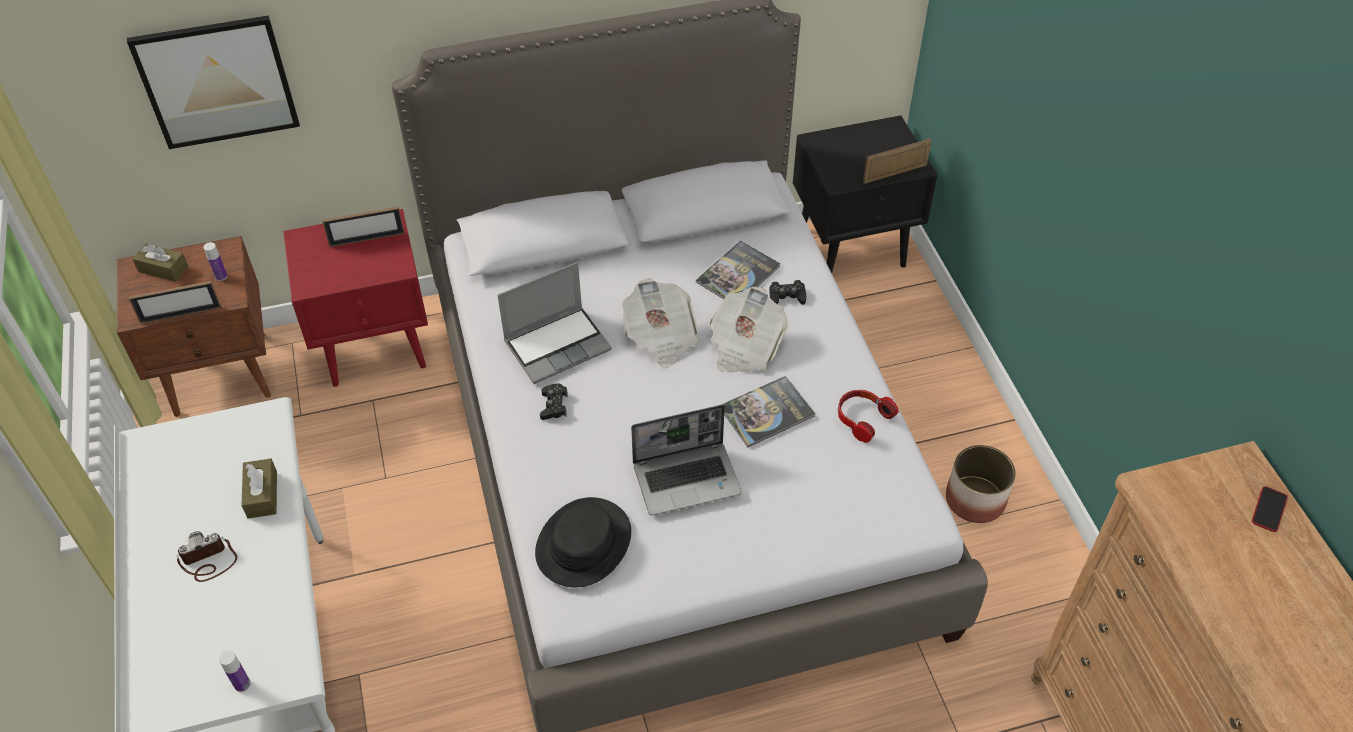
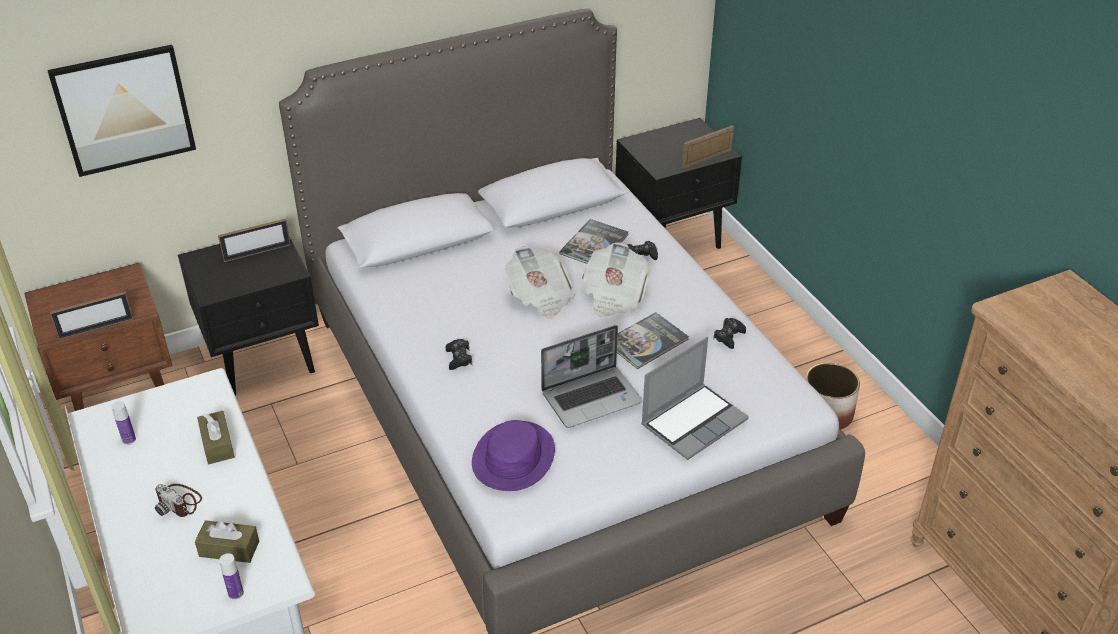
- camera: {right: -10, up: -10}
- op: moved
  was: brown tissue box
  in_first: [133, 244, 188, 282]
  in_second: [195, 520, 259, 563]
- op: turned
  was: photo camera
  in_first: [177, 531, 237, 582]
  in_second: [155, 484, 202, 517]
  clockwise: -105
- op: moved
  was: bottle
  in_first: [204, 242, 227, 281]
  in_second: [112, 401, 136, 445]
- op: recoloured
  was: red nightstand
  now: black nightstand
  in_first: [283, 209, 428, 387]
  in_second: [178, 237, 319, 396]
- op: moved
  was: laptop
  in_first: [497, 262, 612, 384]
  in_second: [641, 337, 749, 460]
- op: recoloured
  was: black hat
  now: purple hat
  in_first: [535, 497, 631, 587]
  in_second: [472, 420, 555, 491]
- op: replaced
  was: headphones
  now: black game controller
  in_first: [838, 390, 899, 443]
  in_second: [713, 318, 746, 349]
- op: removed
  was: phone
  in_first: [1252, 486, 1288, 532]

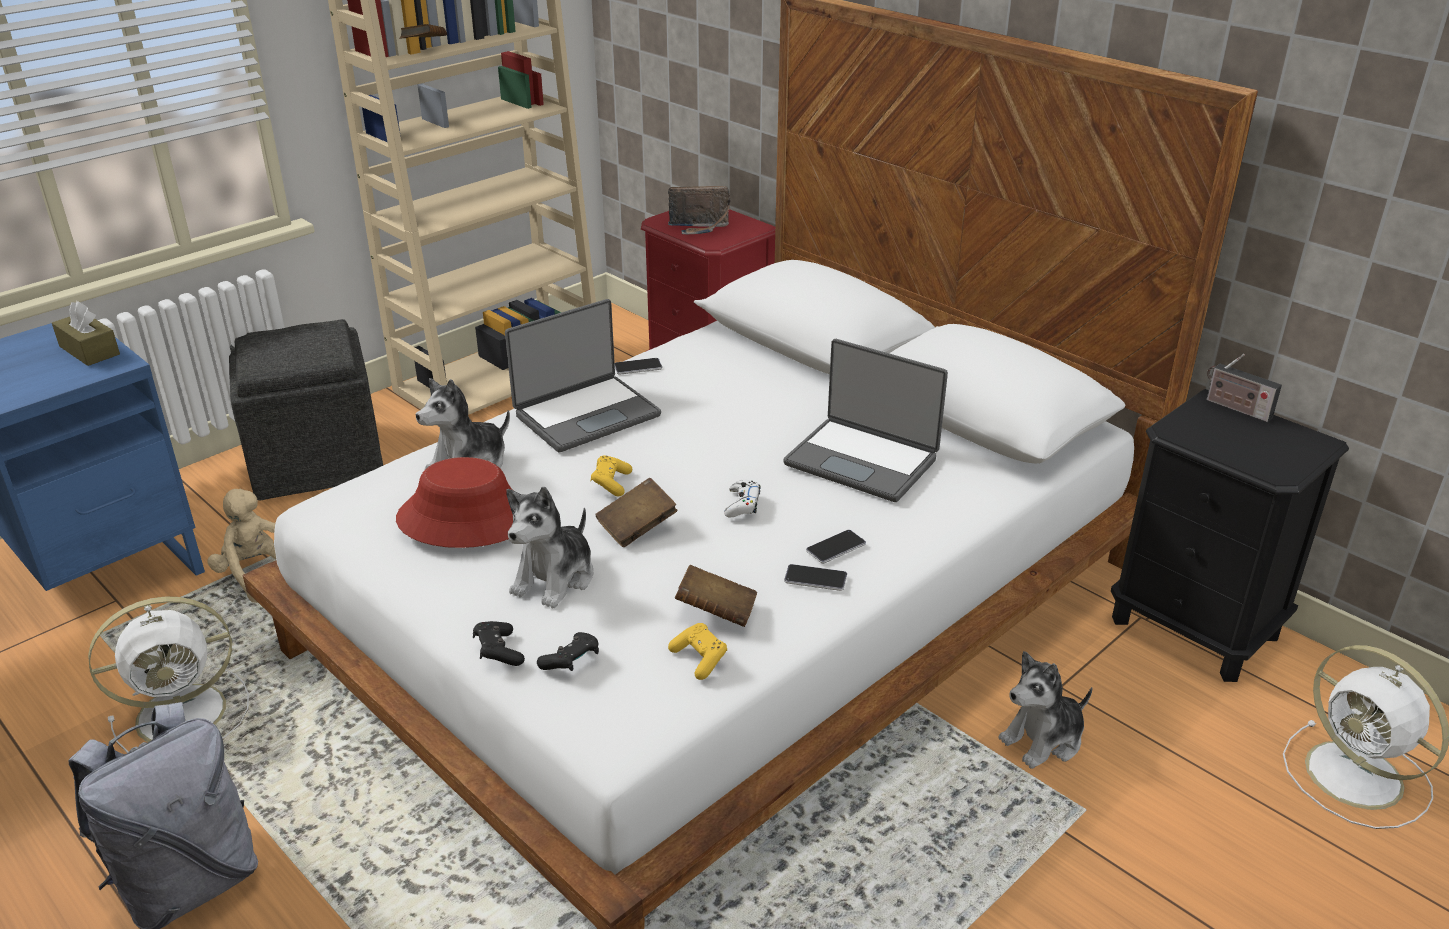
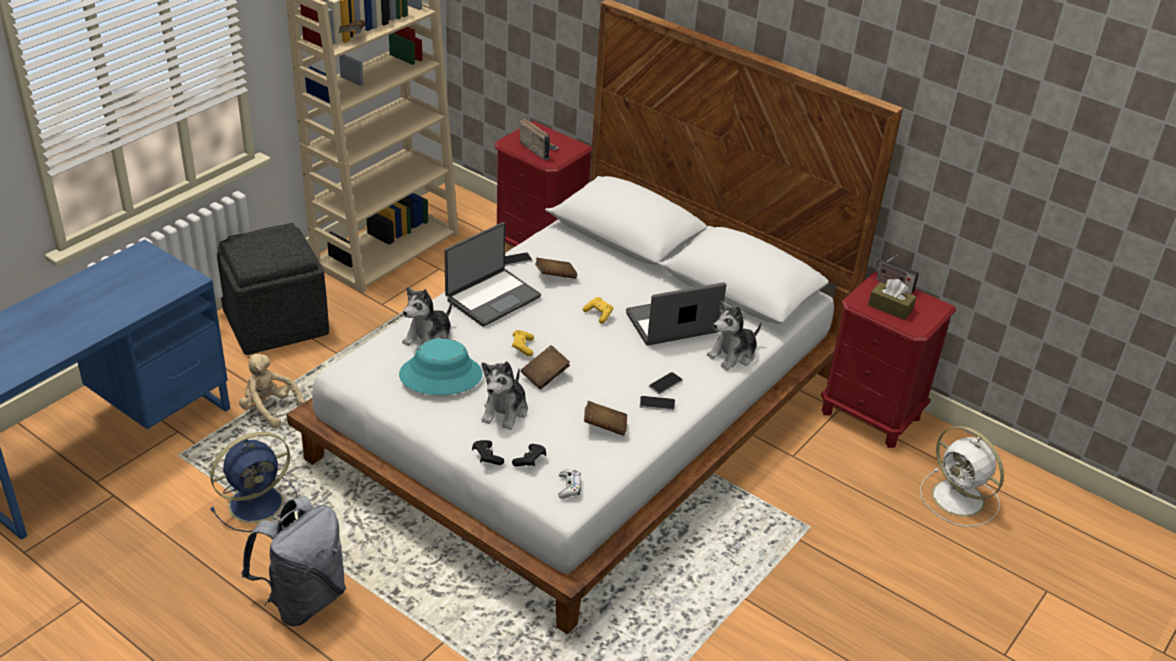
- camera: {right: -10, up: 5}
- op: moved
  was: brown tissue box
  in_first: [52, 301, 120, 366]
  in_second: [868, 279, 916, 320]
- op: recoloured
  was: white fan
  now: blue fan
  in_first: [88, 597, 249, 753]
  in_second: [210, 432, 298, 532]
- op: recoloured
  was: red hat
  now: turquoise hat
  in_first: [396, 457, 514, 548]
  in_second: [399, 338, 483, 395]
- op: turned
  was: radio
  in_first: [668, 186, 731, 235]
  in_second: [520, 118, 559, 160]
  clockwise: -120
- op: moved
  was: yellow game controller
  in_first: [668, 623, 727, 680]
  in_second: [583, 297, 613, 324]
- op: moved
  was: white game controller
  in_first: [724, 479, 761, 517]
  in_second: [558, 469, 581, 499]
- op: turned
  was: laptop
  in_first: [783, 339, 948, 502]
  in_second: [626, 282, 726, 345]
  clockwise: 135
- op: moved
  was: plush toy
  in_first: [998, 651, 1093, 769]
  in_second: [707, 301, 761, 370]
- op: recoloured
  was: black nightstand
  now: red nightstand
  in_first: [1111, 389, 1349, 682]
  in_second: [821, 272, 956, 448]
- op: added
  now: brown book
  in_second: [535, 258, 577, 279]

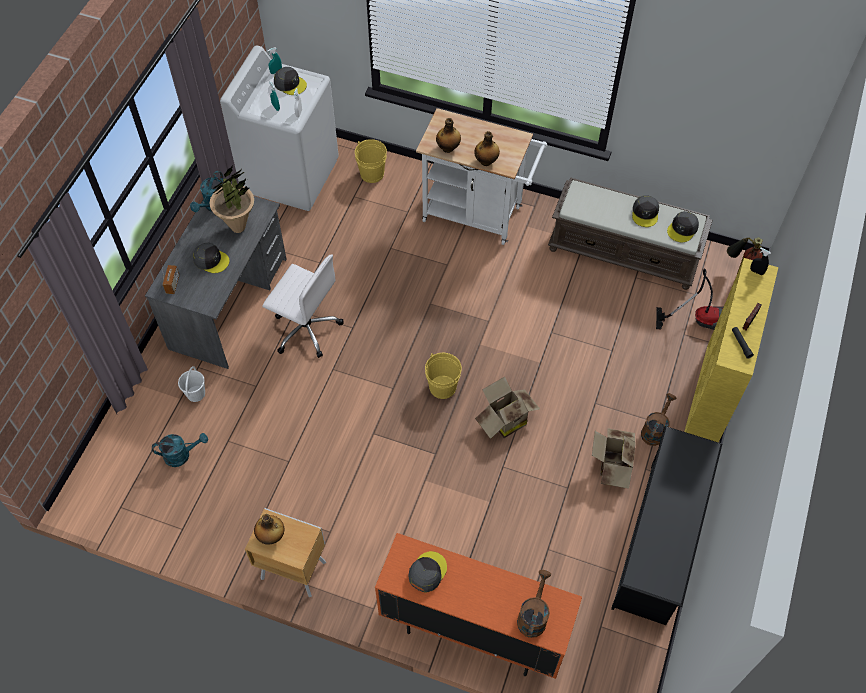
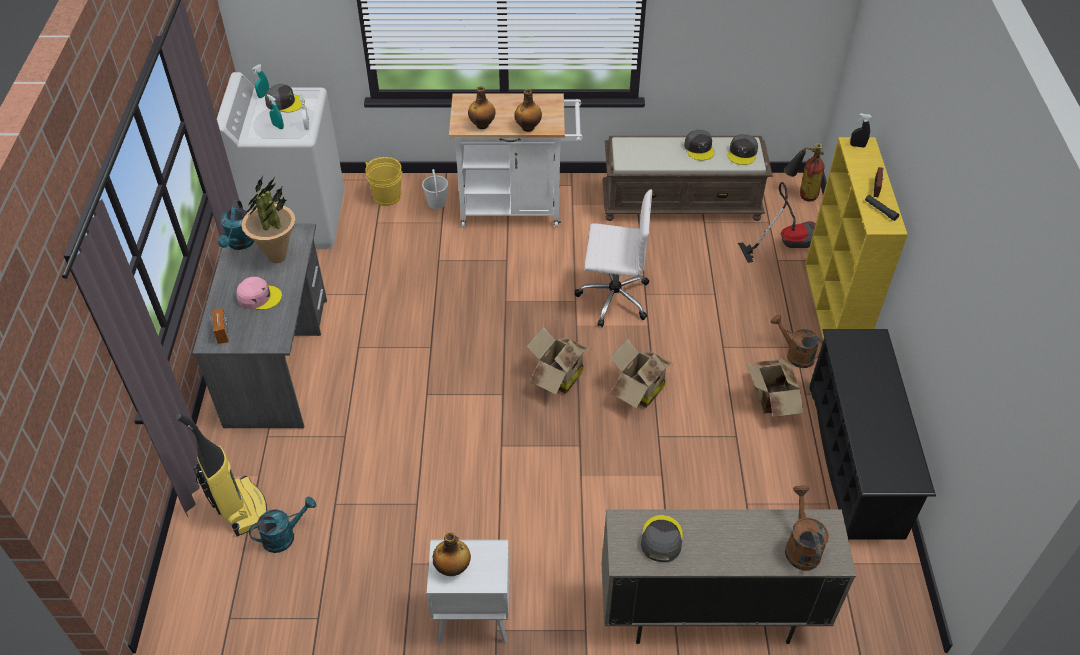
- camera: {right: -20, up: -10}
- op: moved
  was: white bucket
  in_first: [178, 366, 205, 402]
  in_second: [422, 169, 448, 209]
- op: recoloured
  was: grey cap
  now: pink cap
  in_first: [193, 243, 230, 273]
  in_second: [236, 277, 282, 310]
- op: recoloured
  was: brown nightstand
  now: white nightstand
  in_first: [245, 508, 326, 597]
  in_second: [427, 540, 509, 643]
- op: moved
  was: white office chair
  in_first: [263, 255, 344, 358]
  in_second: [575, 189, 652, 327]
- op: recoloured
  was: orange cabinet
  now: beige cabinet
  in_first: [375, 533, 582, 679]
  in_second: [601, 509, 856, 644]
- op: replaced
  was: yellow bucket
  now: cardboard box
  in_first: [425, 353, 462, 399]
  in_second: [527, 327, 591, 395]
- op: turned
  was: brown watering can
  in_first: [641, 393, 677, 446]
  in_second: [771, 315, 823, 368]
  clockwise: -60
- op: added
  now: vacuum cleaner
  in_second: [176, 413, 267, 536]

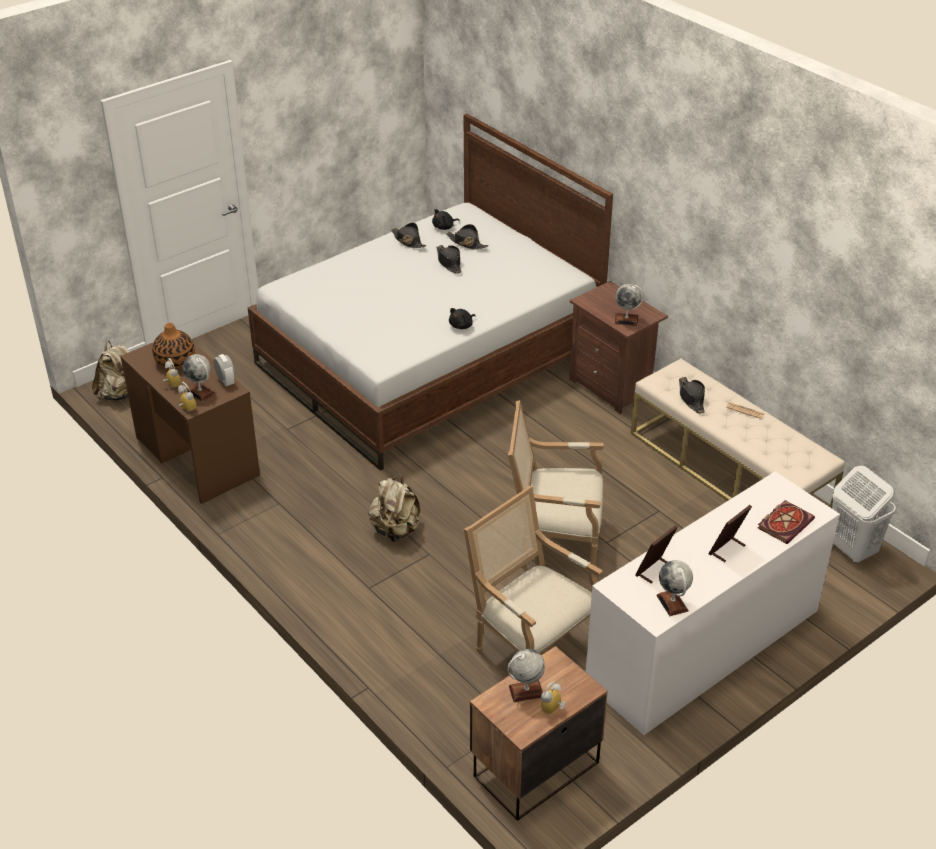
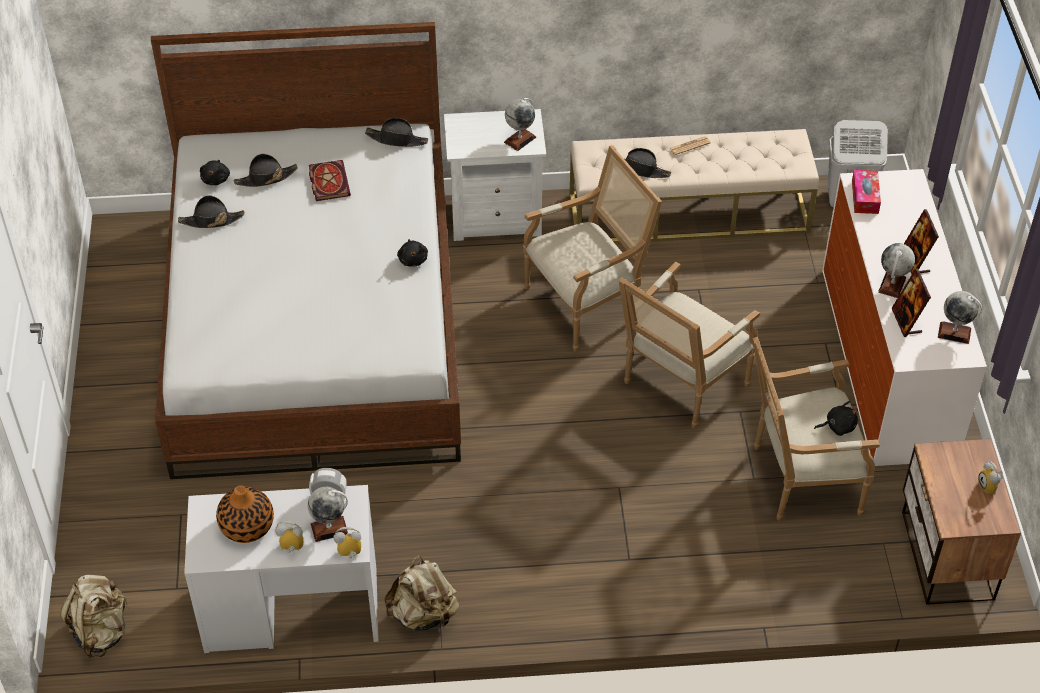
- camera: {right: -55, up: 10}
- op: recoloured
  was: brown desk
  now: white desk
  in_first: [120, 342, 260, 504]
  in_second: [184, 485, 379, 653]
- op: moved
  was: beige backpack
  in_first: [368, 475, 420, 542]
  in_second: [384, 555, 459, 631]
- op: moved
  was: black hat
  in_first: [436, 245, 462, 274]
  in_second: [365, 118, 428, 147]
- op: moved
  was: globe
  in_first: [507, 649, 545, 702]
  in_second: [878, 243, 915, 298]
- op: recoloured
  was: brown nightstand
  now: white nightstand
  in_first: [569, 281, 668, 414]
  in_second: [444, 109, 546, 241]
- op: moved
  was: book
  in_first: [758, 500, 815, 544]
  in_second: [309, 160, 351, 201]
- op: added
  now: armchair
  in_second: [523, 145, 662, 352]
- op: added
  now: black plush toy
  in_second: [814, 401, 858, 436]
- op: added
  now: tissue box
  in_second: [852, 170, 881, 214]

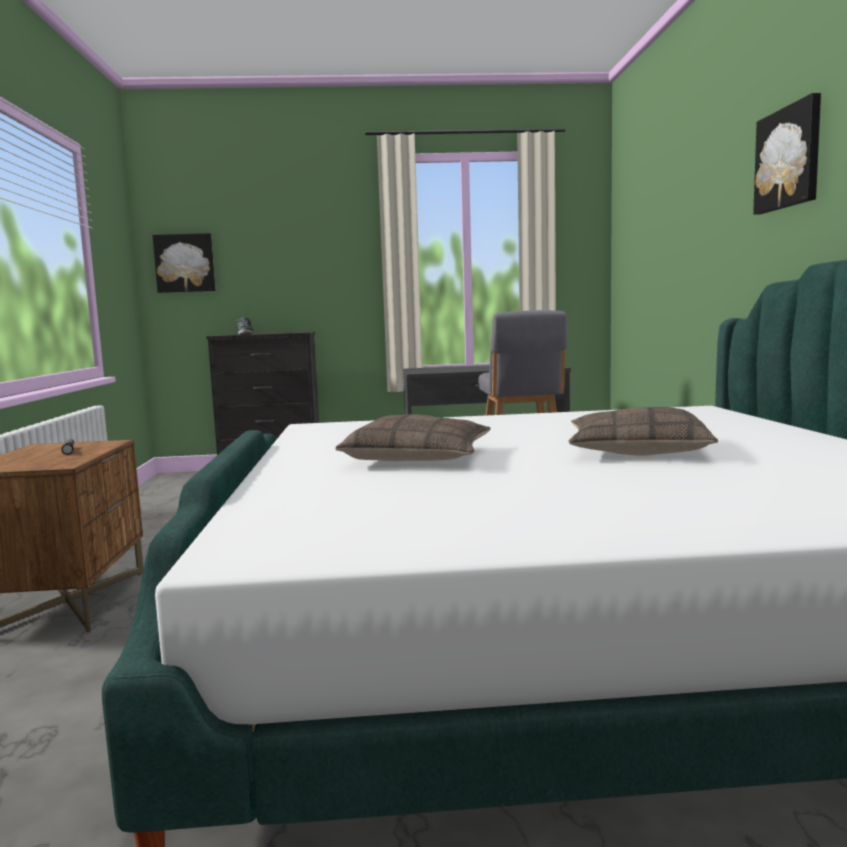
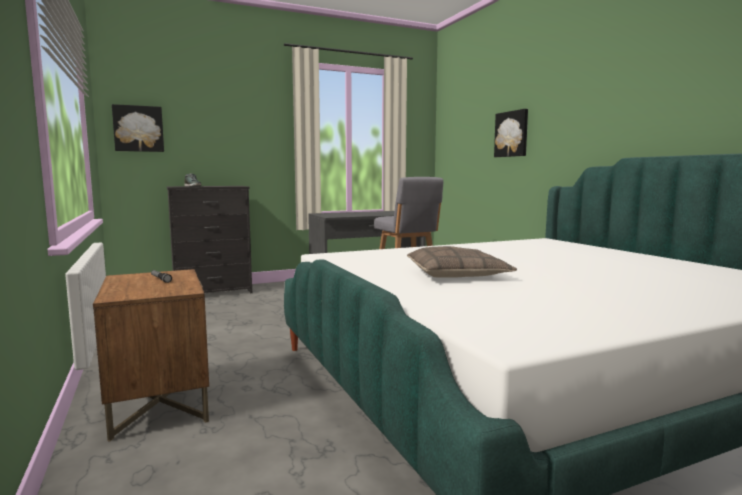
- camera: {right: -20, up: 0}
- op: removed
  was: pillow
  in_first: [569, 407, 718, 456]
- op: moved
  was: picture
  in_first: [753, 93, 821, 215]
  in_second: [494, 109, 528, 157]

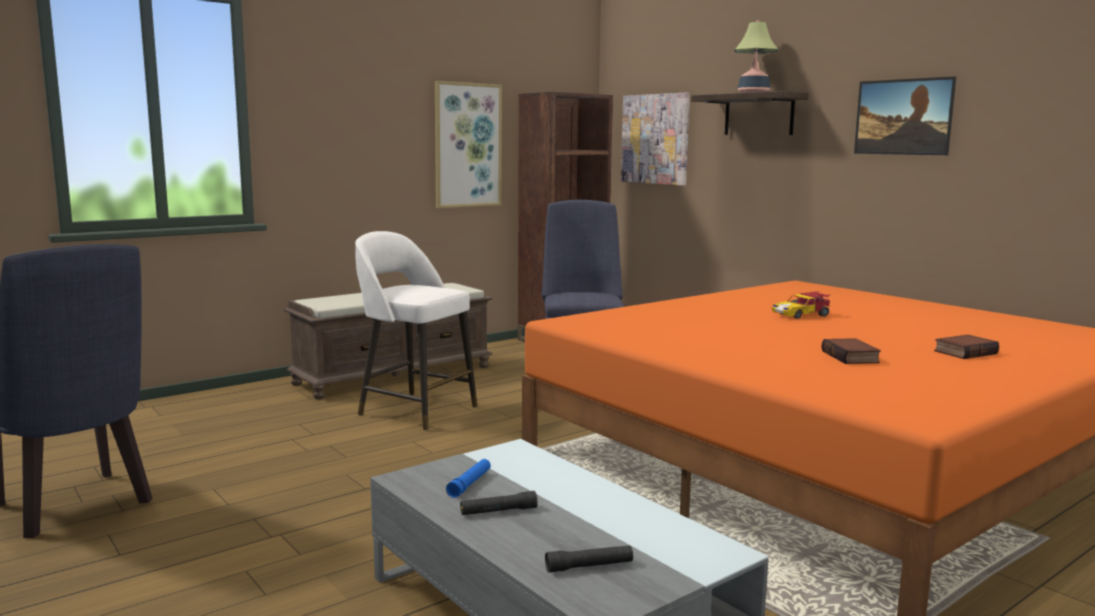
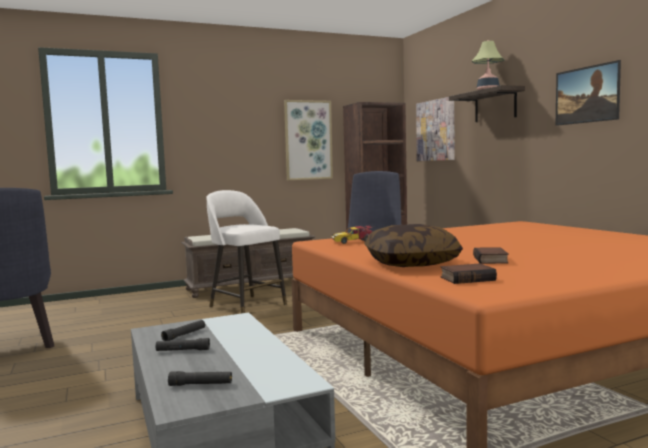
- camera: {right: 15, up: -5}
- op: recoloured
  was: blue flashlight
  now: black flashlight
  in_first: [446, 459, 491, 498]
  in_second: [161, 320, 205, 341]
- op: moved
  was: toy car
  in_first: [772, 292, 831, 319]
  in_second: [331, 225, 372, 244]
- op: moved
  was: book
  in_first: [934, 335, 999, 359]
  in_second: [440, 264, 497, 284]
- op: added
  now: pillow
  in_second: [364, 224, 463, 267]

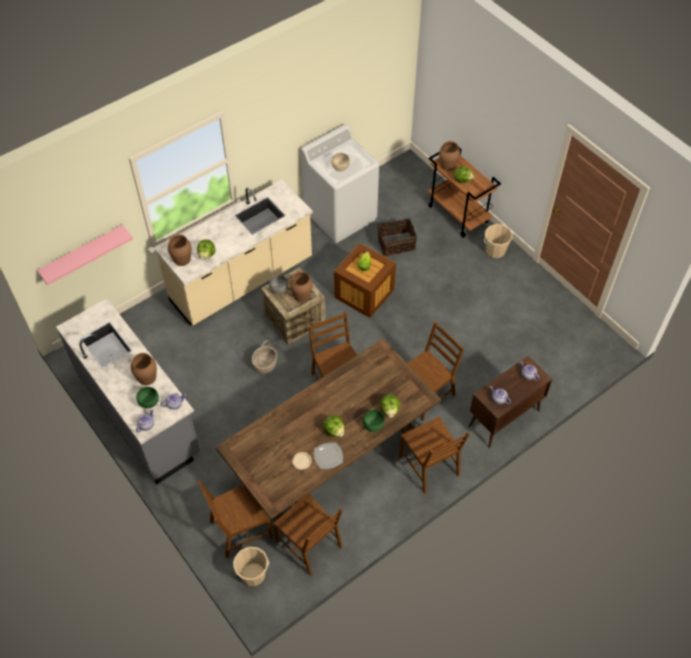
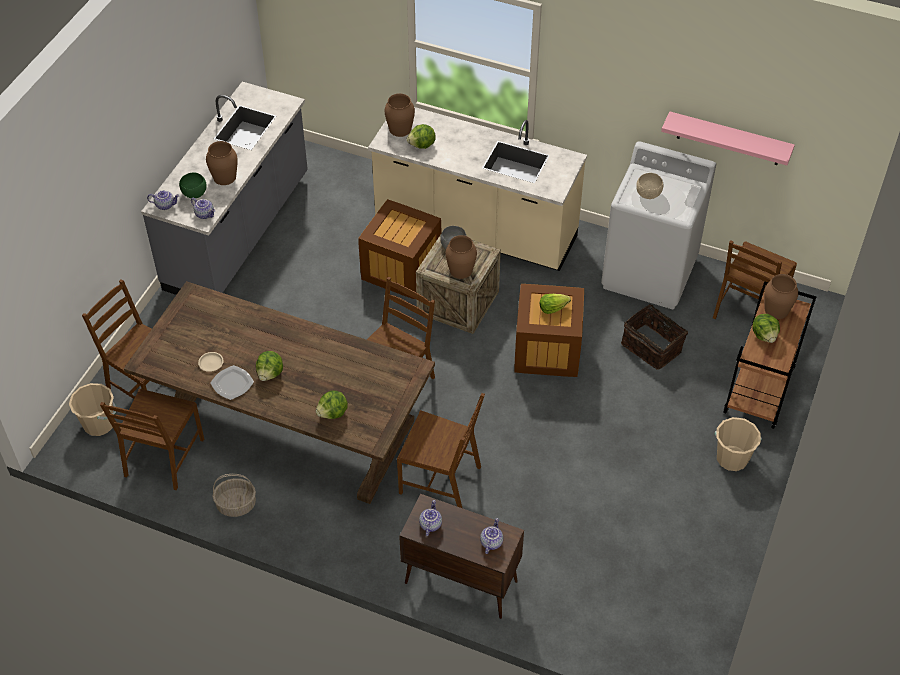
- camera: {right: 60, up: -5}
- op: moved
  was: pink shelf
  in_first: [37, 225, 133, 285]
  in_second: [661, 111, 795, 165]
- op: moved
  was: basket
  in_first: [252, 340, 277, 374]
  in_second: [212, 474, 256, 517]
- op: removed
  was: green bowl
  in_first: [363, 410, 384, 432]
- op: moved
  was: brown chair
  in_first: [399, 416, 470, 494]
  in_second: [713, 240, 797, 319]
- op: added
  now: crate
  in_second: [358, 199, 441, 299]

